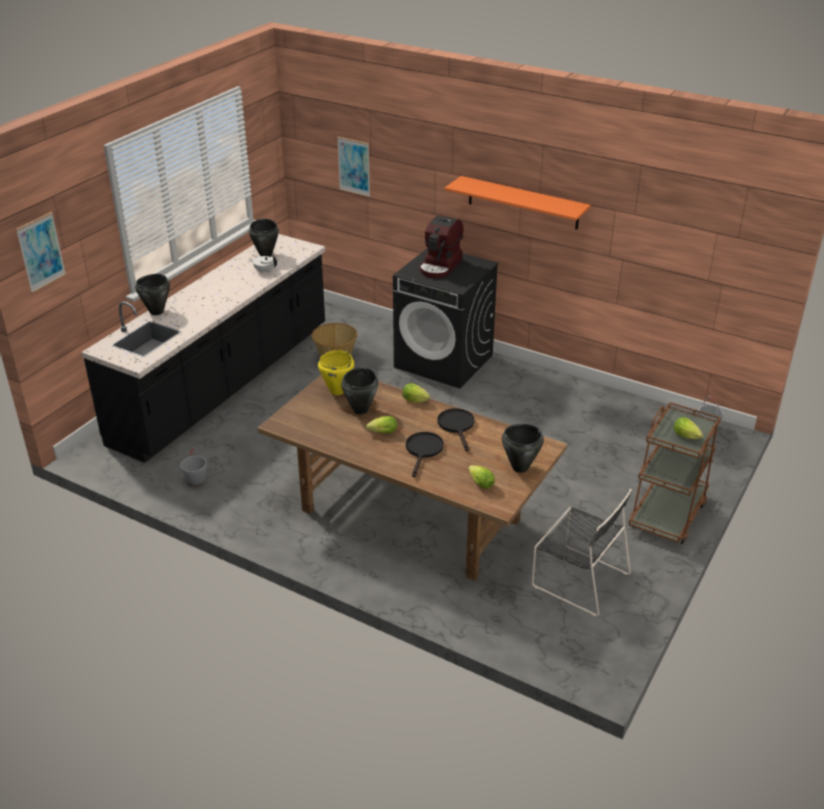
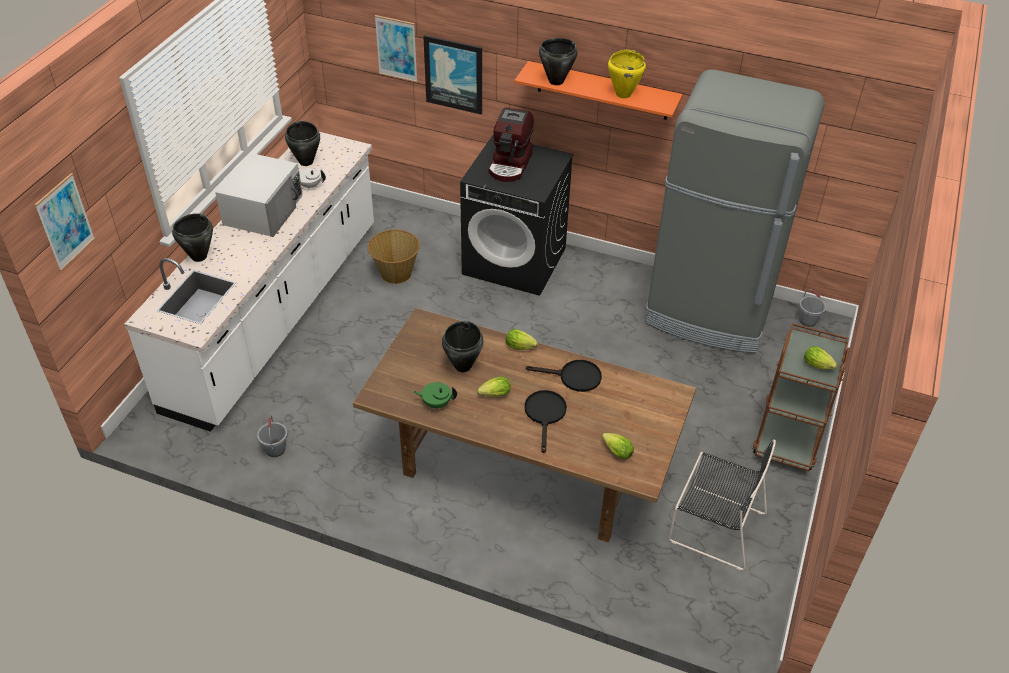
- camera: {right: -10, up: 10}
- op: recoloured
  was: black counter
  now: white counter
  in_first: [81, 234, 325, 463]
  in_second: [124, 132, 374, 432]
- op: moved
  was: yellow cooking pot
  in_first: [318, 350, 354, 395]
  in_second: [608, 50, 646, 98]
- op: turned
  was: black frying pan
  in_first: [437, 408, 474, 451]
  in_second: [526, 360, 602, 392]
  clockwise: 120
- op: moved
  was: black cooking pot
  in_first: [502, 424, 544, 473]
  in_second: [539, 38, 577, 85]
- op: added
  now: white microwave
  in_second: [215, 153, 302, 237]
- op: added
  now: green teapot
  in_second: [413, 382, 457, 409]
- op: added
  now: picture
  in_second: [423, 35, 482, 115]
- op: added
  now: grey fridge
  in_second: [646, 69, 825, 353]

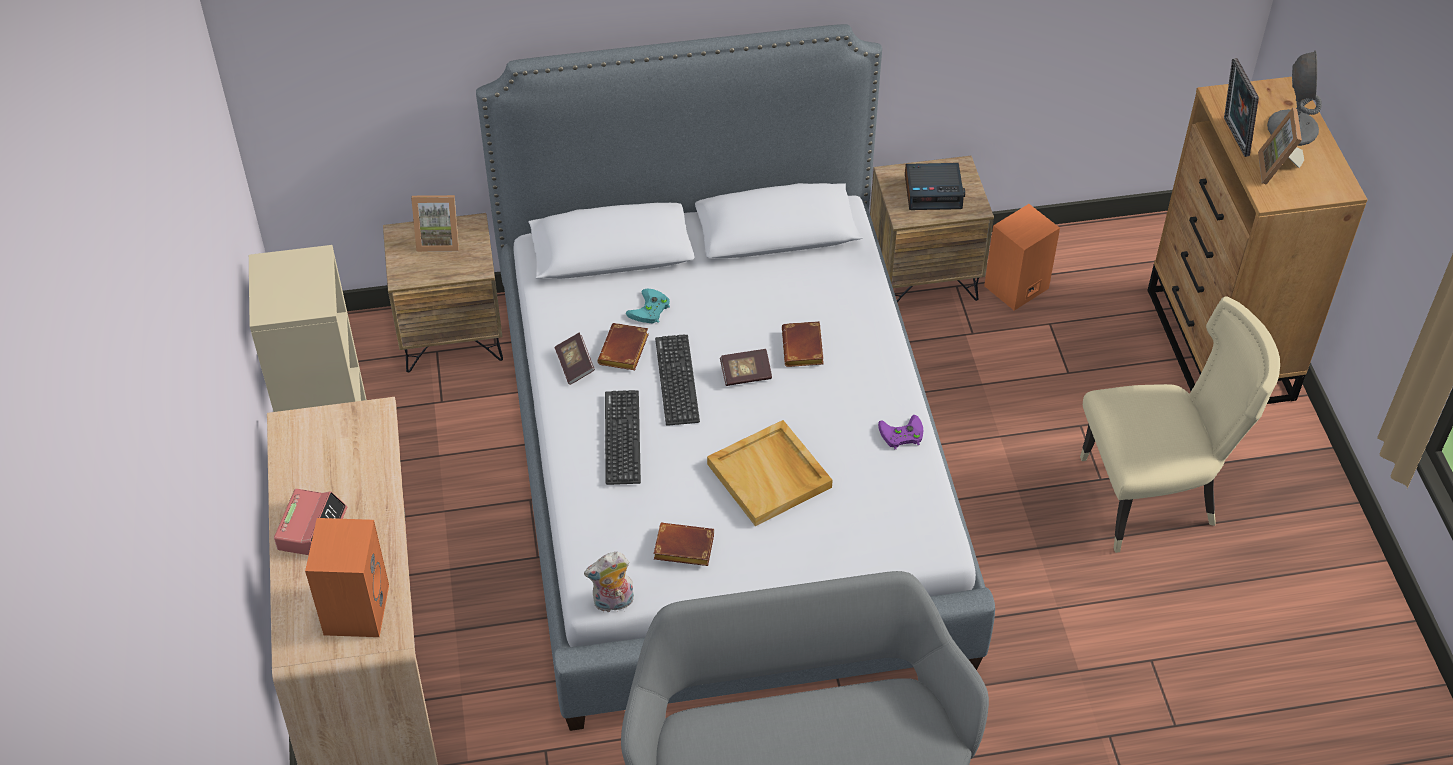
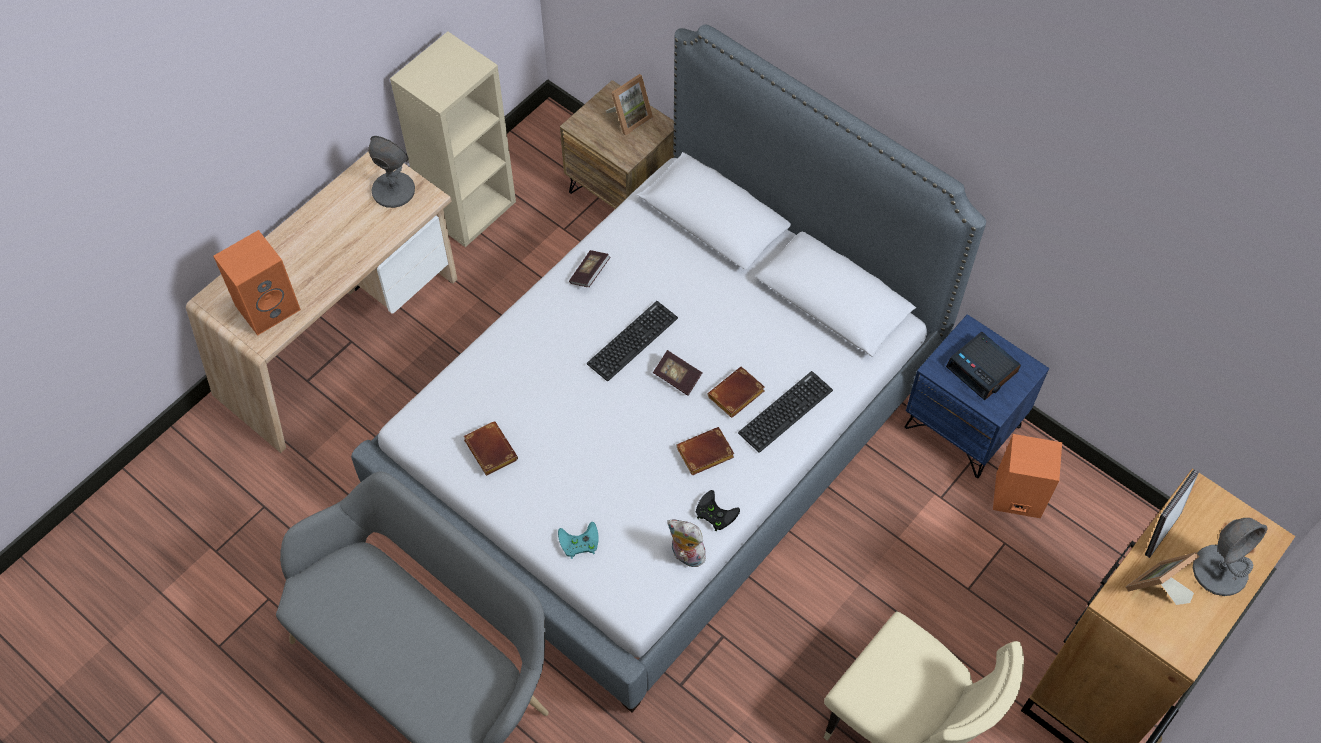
- camera: {right: 50, up: 10}
- op: removed
  was: alarm clock
  in_first: [274, 489, 347, 555]
- op: turned
  was: picture frame
  in_first: [411, 195, 459, 252]
  in_second: [606, 74, 653, 136]
  clockwise: -90
- op: moved
  was: plush toy
  in_first: [584, 552, 634, 612]
  in_second: [667, 520, 708, 567]
- op: moved
  was: brown book
  in_first: [597, 323, 649, 370]
  in_second: [676, 427, 734, 476]
- op: moved
  was: keyboard
  in_first: [605, 390, 641, 485]
  in_second: [738, 371, 833, 453]
- op: moved
  was: turquoise game controller
  in_first: [626, 289, 670, 324]
  in_second: [558, 522, 599, 559]
- op: removed
  was: beige tray
  in_first: [707, 420, 833, 526]
- op: recoloured
  was: brown nightstand
  now: blue nightstand
  in_first: [870, 156, 994, 303]
  in_second: [905, 314, 1049, 478]
- op: recoloured
  was: purple game controller
  now: black game controller
  in_first: [878, 415, 923, 450]
  in_second: [696, 490, 740, 531]
- op: added
  now: grey table lamp
  in_second: [368, 136, 415, 208]

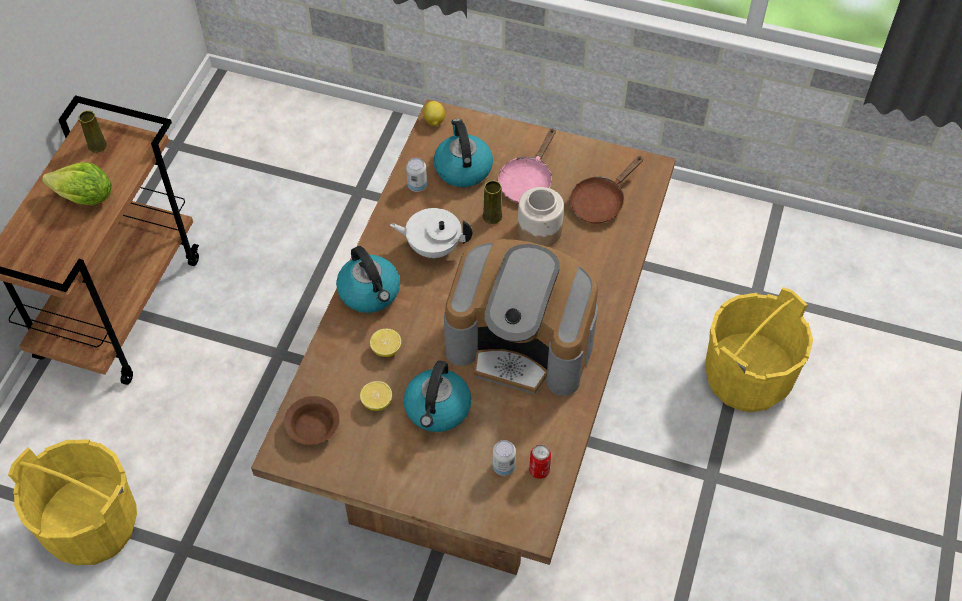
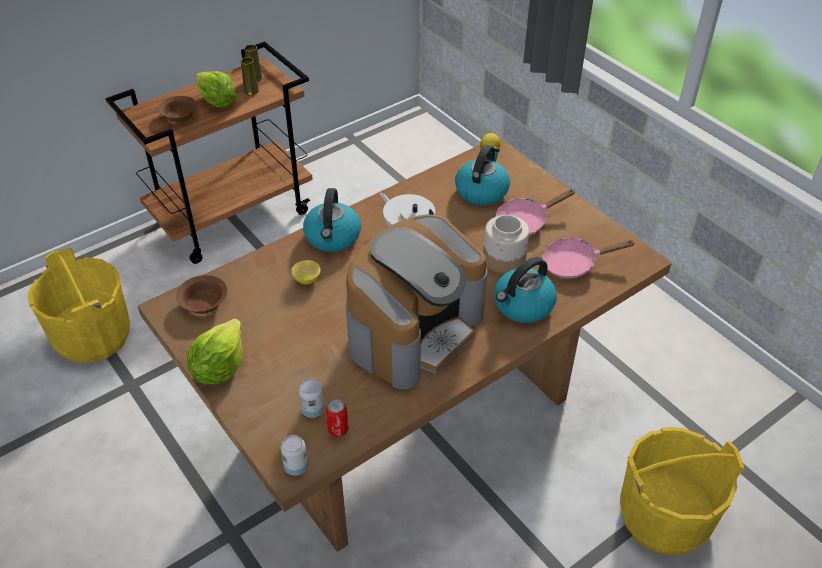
- camera: {right: 35, up: -10}
- op: removed
  was: lemon
  in_first: [360, 381, 392, 411]
- op: moved
  was: kettle
  in_first: [404, 360, 471, 432]
  in_second: [494, 257, 557, 323]
- op: moved
  was: can
  in_first: [406, 158, 427, 192]
  in_second: [281, 435, 308, 476]
- op: turned
  was: coffee machine
  in_first: [444, 239, 598, 396]
  in_second: [346, 214, 487, 390]
  clockwise: -105
- op: moved
  was: yellow vase
  in_first: [483, 180, 502, 224]
  in_second: [240, 57, 259, 95]
- op: recoloured
  was: brown frying pan
  now: pink frying pan
  in_first: [570, 156, 643, 223]
  in_second: [542, 238, 635, 278]
- op: added
  now: brown bowl
  in_second: [158, 96, 197, 122]
- op: added
  now: lettuce
  in_second: [187, 319, 242, 384]

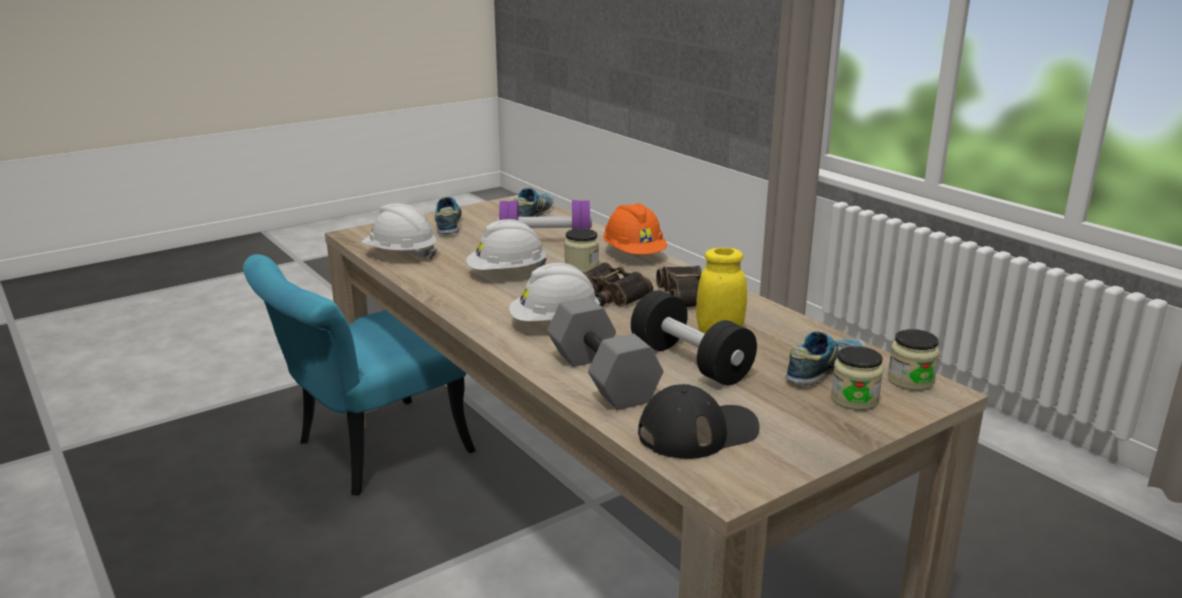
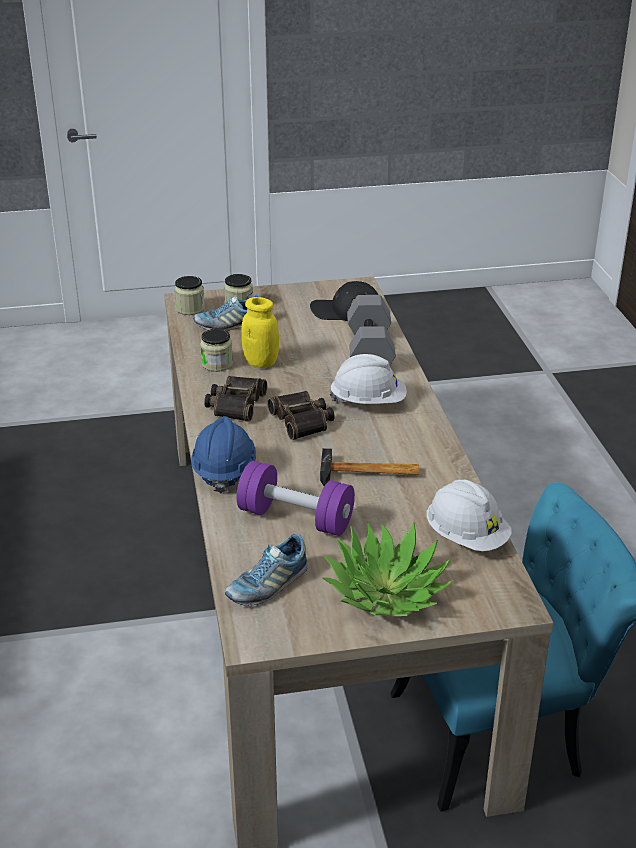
- camera: {right: -155, up: 10}
- op: replaced
  was: shoe
  now: potted plant
  in_first: [435, 196, 462, 234]
  in_second: [322, 522, 454, 616]
- op: replaced
  was: white hard hat
  now: hammer
  in_first: [466, 219, 547, 270]
  in_second: [320, 448, 419, 486]
- op: moved
  was: jar
  in_first: [564, 228, 599, 273]
  in_second: [200, 329, 233, 372]
- op: recoloured
  was: orange hard hat
  now: blue hard hat
  in_first: [603, 203, 667, 254]
  in_second: [191, 416, 256, 493]
- op: removed
  was: black dumbbell
  in_first: [631, 290, 757, 386]

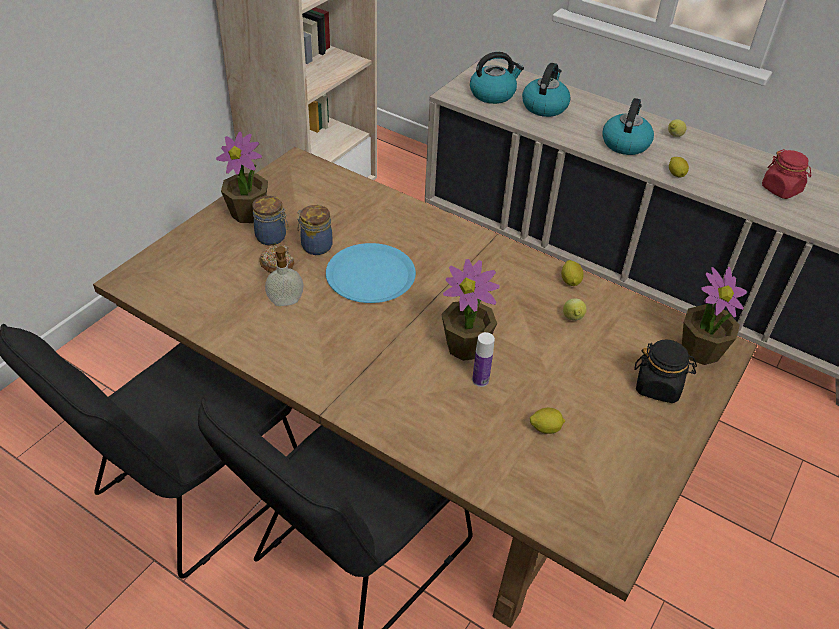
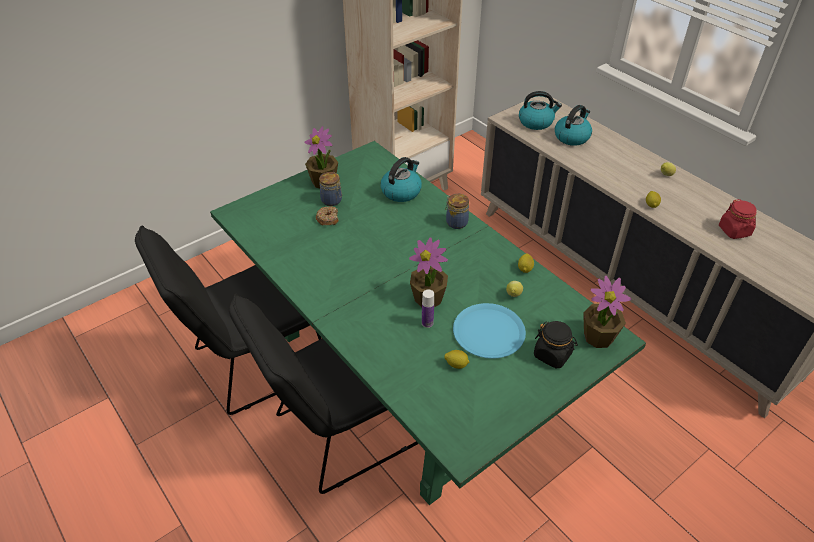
- camera: {right: 20, up: 0}
- op: recoloured
  was: brown dining table
  now: green dining table
  in_first: [93, 147, 757, 628]
  in_second: [210, 141, 646, 505]
- op: removed
  was: soap dispenser
  in_first: [265, 246, 304, 306]
- op: moved
  was: jar
  in_first: [297, 205, 332, 255]
  in_second: [446, 194, 469, 229]
- op: moved
  was: blue plate
  in_first: [326, 243, 416, 303]
  in_second: [453, 303, 526, 359]
- op: moved
  was: kettle
  in_first: [602, 98, 654, 155]
  in_second: [381, 157, 422, 202]

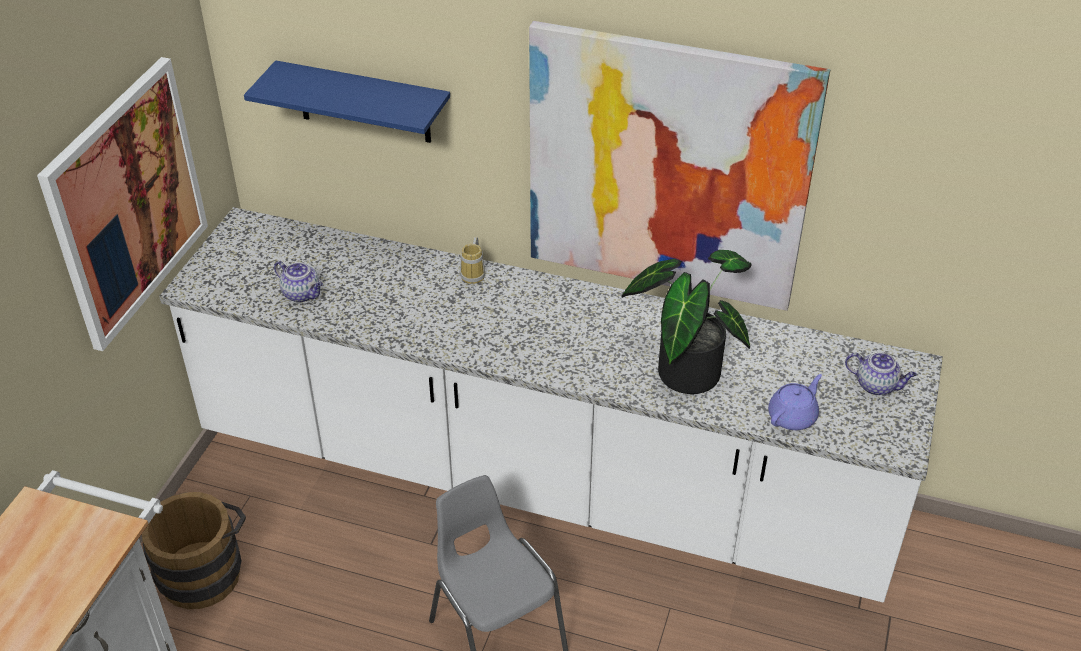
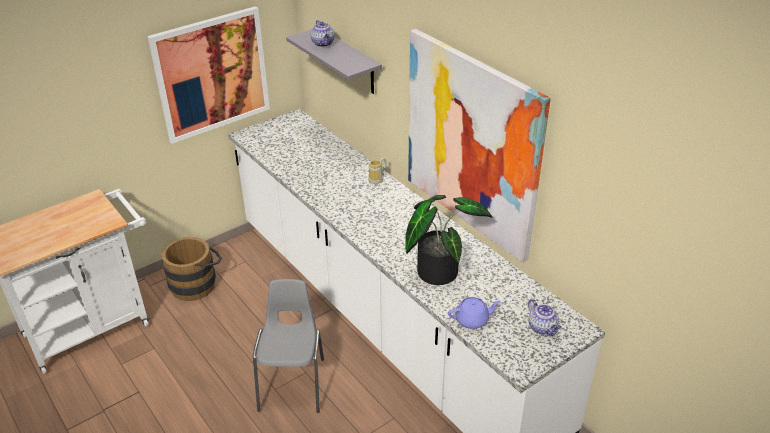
- camera: {right: 35, up: -5}
- op: recoloured
  was: blue shelf
  now: grey shelf
  in_first: [244, 60, 450, 143]
  in_second: [286, 29, 382, 94]
- op: moved
  was: teapot
  in_first: [274, 261, 323, 303]
  in_second: [311, 20, 335, 47]

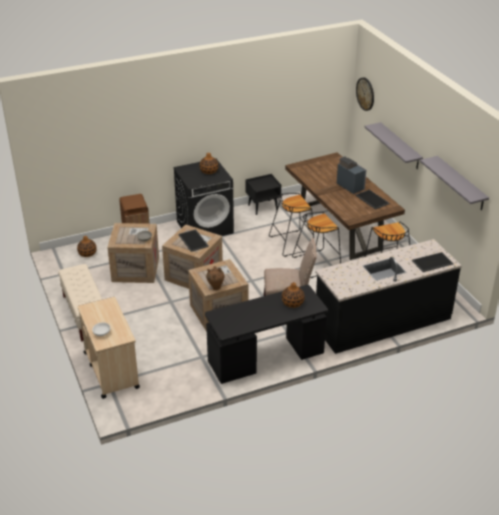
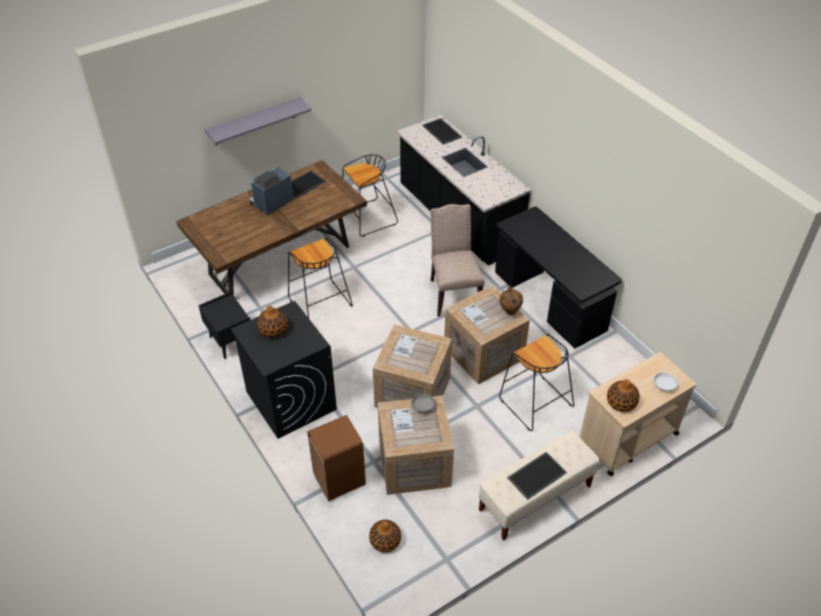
- camera: {right: -100, up: 10}
- op: moved
  was: tray
  in_first: [178, 229, 209, 252]
  in_second: [507, 452, 567, 500]
- op: moved
  was: vase
  in_first: [282, 282, 305, 308]
  in_second: [607, 379, 640, 412]
- op: moved
  was: black stool
  in_first: [292, 212, 341, 278]
  in_second: [499, 334, 574, 431]
- op: removed
  was: wall clock
  in_first: [356, 77, 374, 111]
- op: removed
  was: grey shelf
  in_first: [420, 156, 489, 210]

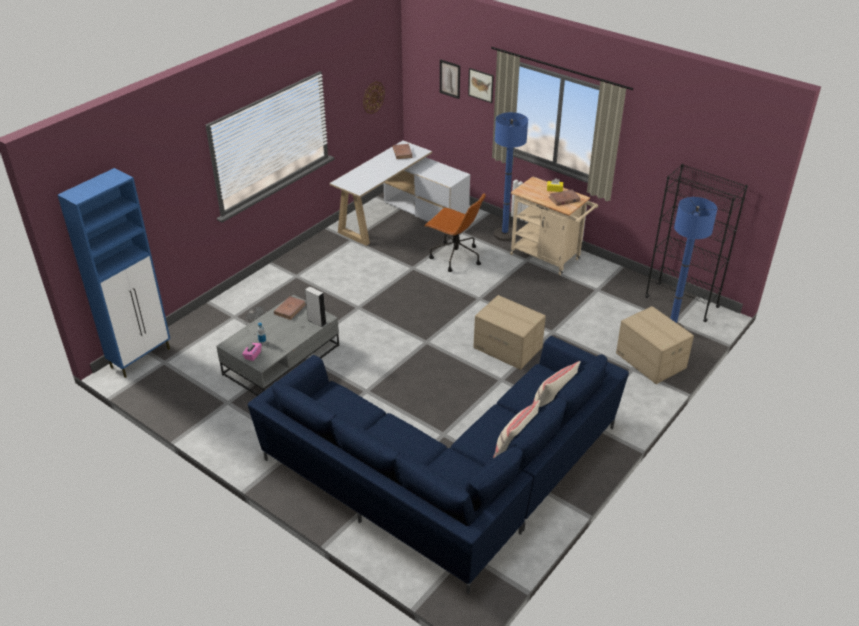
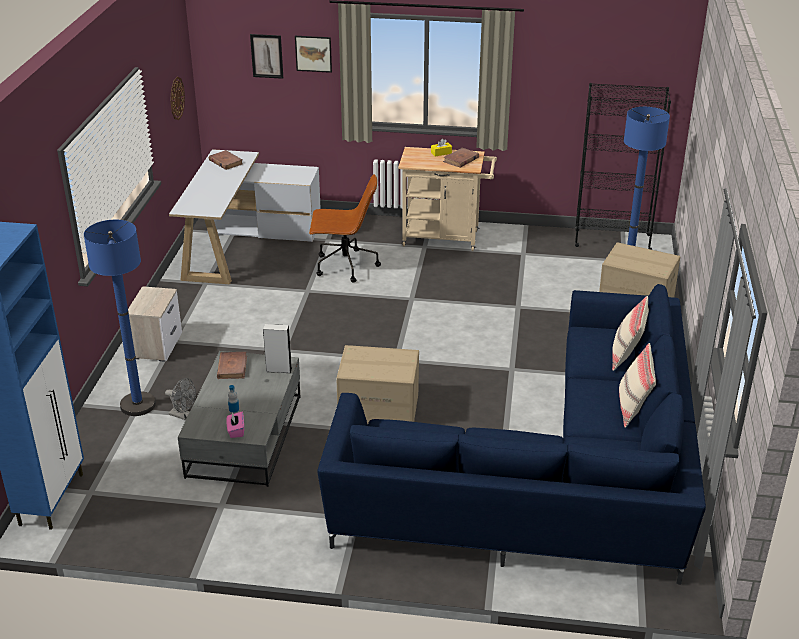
- camera: {right: -30, up: -5}
- op: moved
  was: cardboard box
  in_first: [473, 295, 546, 370]
  in_second: [336, 345, 419, 424]
- op: moved
  was: blue floor lamp
  in_first: [494, 112, 528, 241]
  in_second: [84, 220, 156, 416]
- op: added
  now: nightstand
  in_second: [128, 286, 182, 362]

